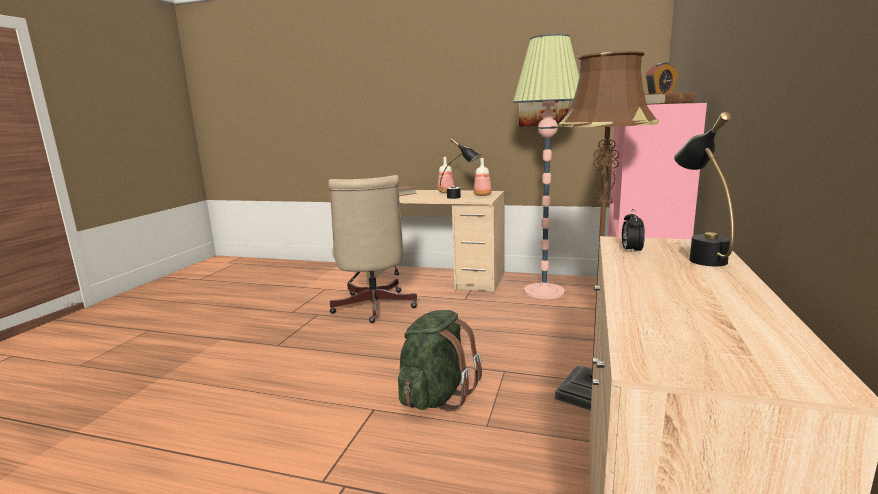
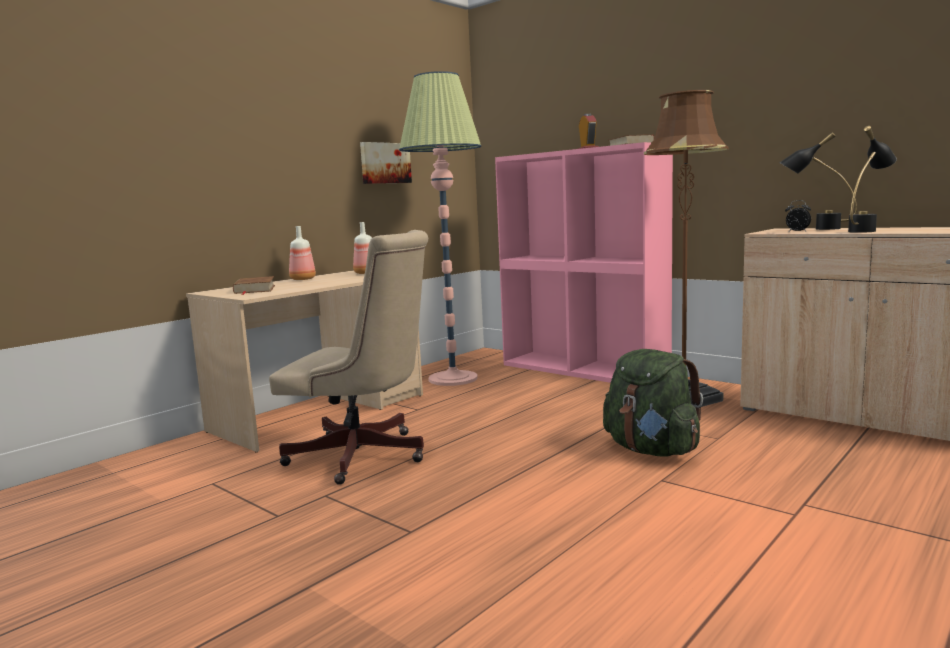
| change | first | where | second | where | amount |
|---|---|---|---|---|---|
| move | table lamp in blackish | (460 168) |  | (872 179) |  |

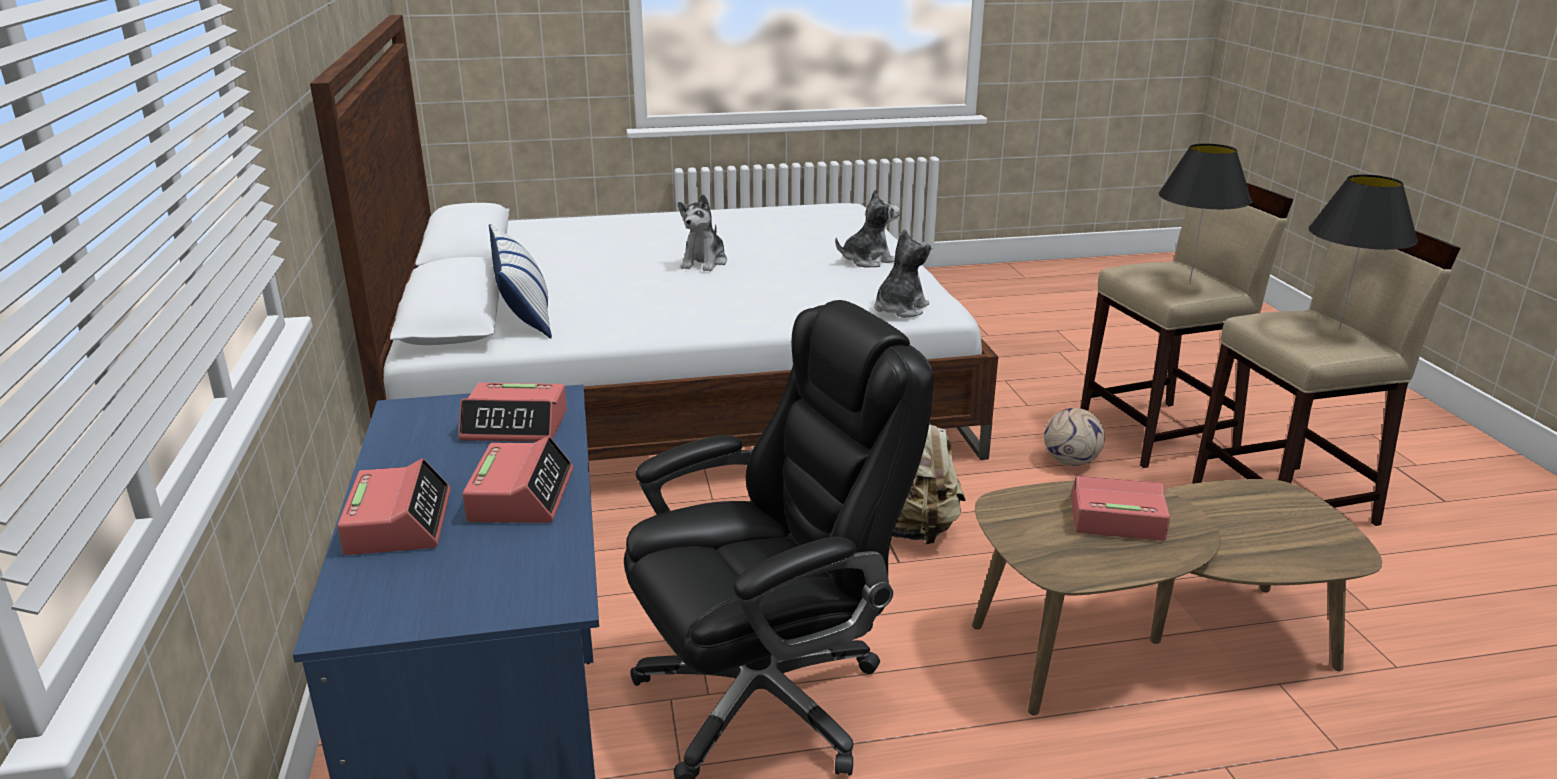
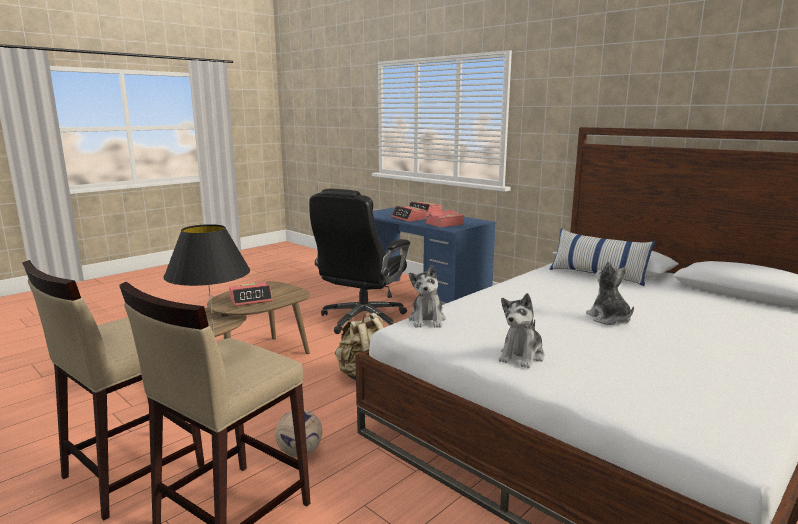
| change | first | where | second | where | amount |
|---|---|---|---|---|---|
| delete | table lamp in blackish | (1363 252) |  |  |  |

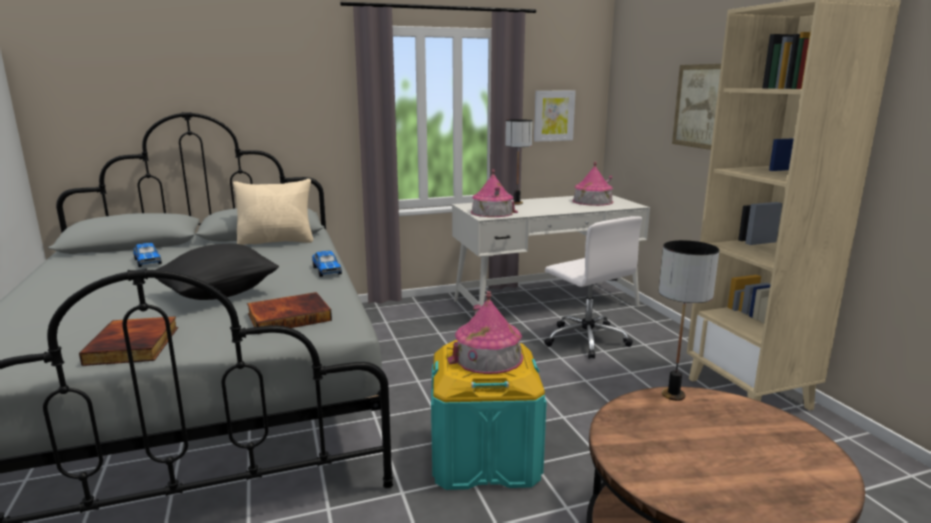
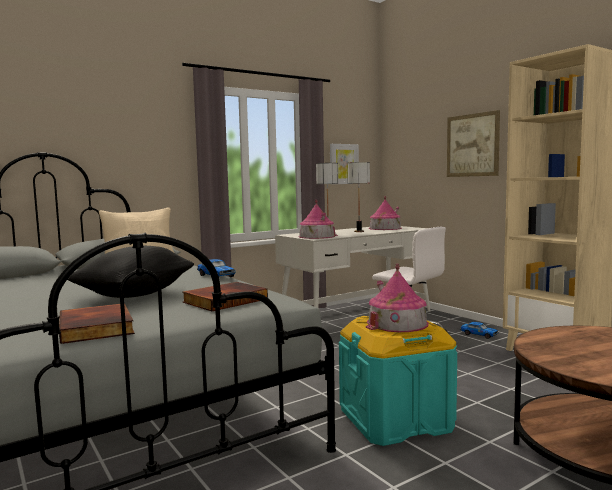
| change | first | where | second | where | amount |
|---|---|---|---|---|---|
| move | table lamp | (689 320) |  | (359 197) |  |
| move | miniature car | (147 255) |  | (479 330) |  |

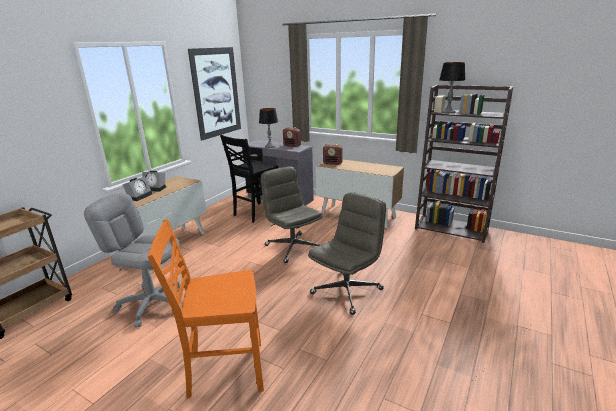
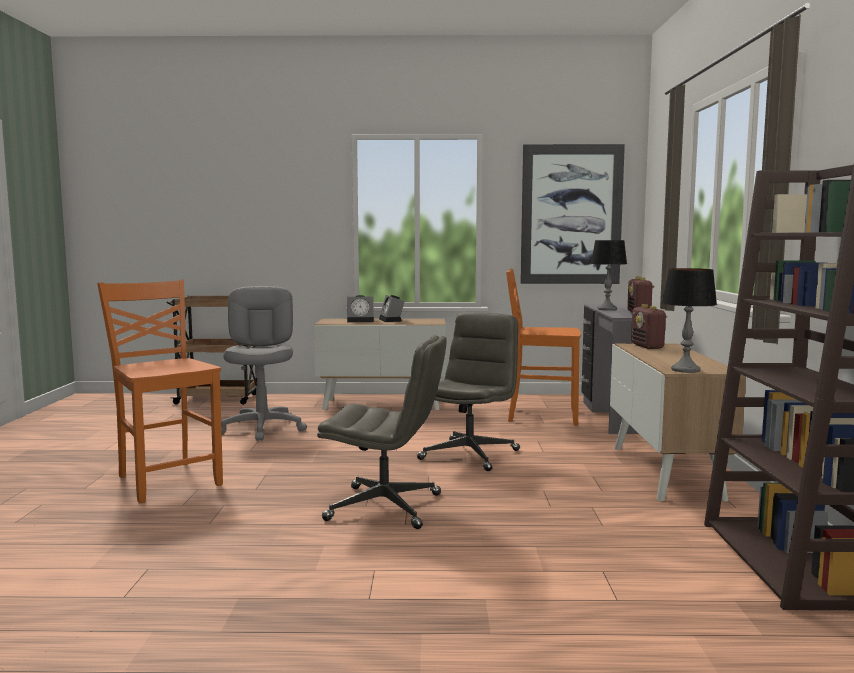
| change | first | where | second | where | amount |
|---|---|---|---|---|---|
| recolor | upright chair in blackish | (249 179) | upright chair in orange | (543 347) |  |
| move | table lamp | (452 88) |  | (689 320) |  |

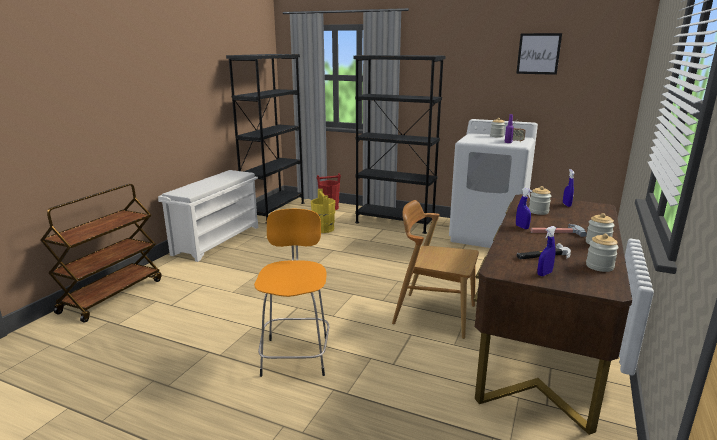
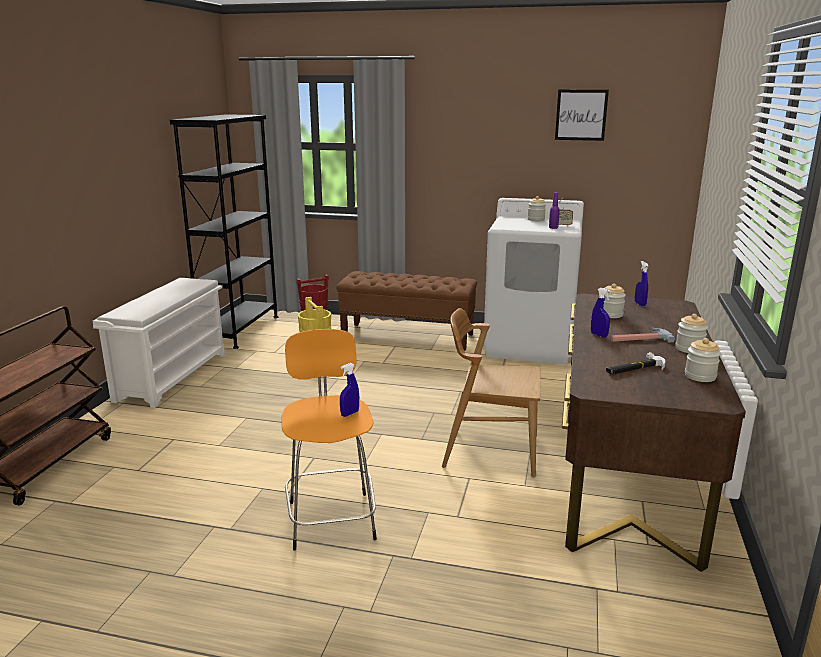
| change | first | where | second | where | amount |
|---|---|---|---|---|---|
| replace | bookcase in blackish | (399 144) | long seat in brown-coloured | (406 311) |  |
| move | hand sprayer in blue-coloured | (546 251) |  | (349 390) |  |

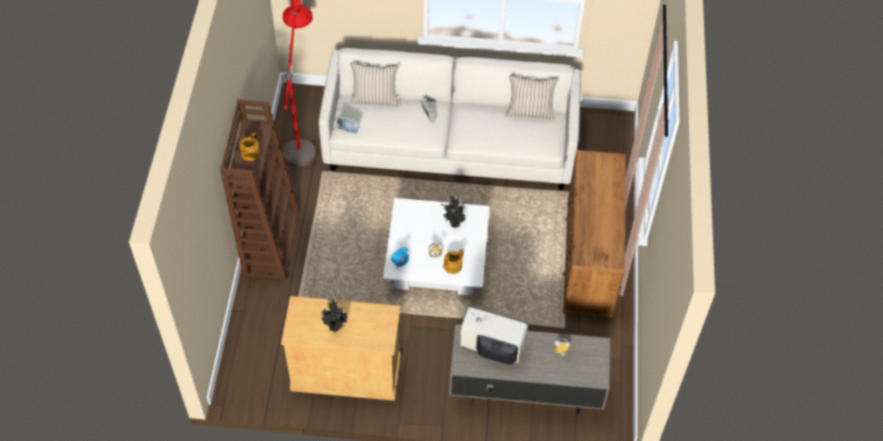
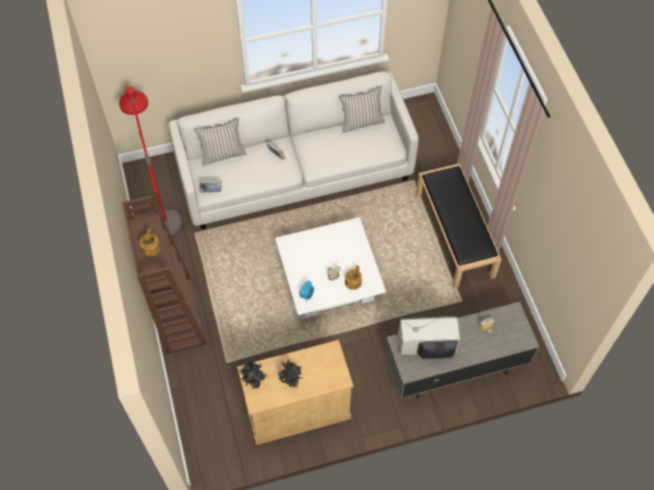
| change | first | where | second | where | amount |
|---|---|---|---|---|---|
| move | potted plant | (453 212) |  | (252 374) |  |
| replace | dresser in brown-coloured | (594 234) | long seat in blackish | (459 225) |  |

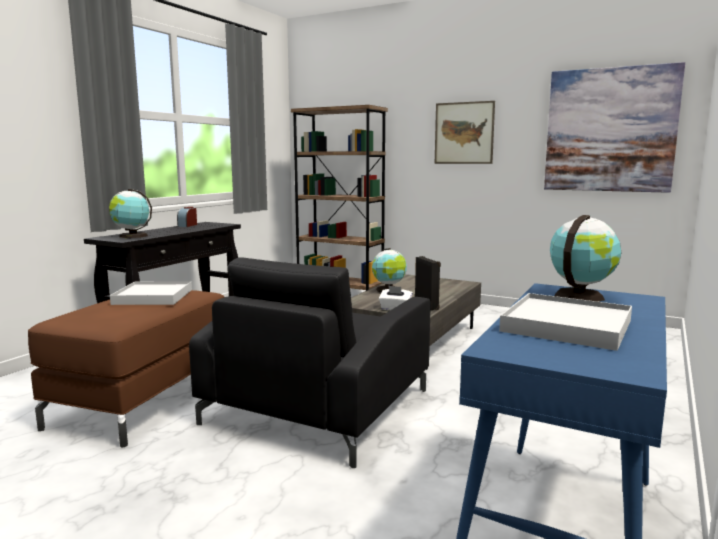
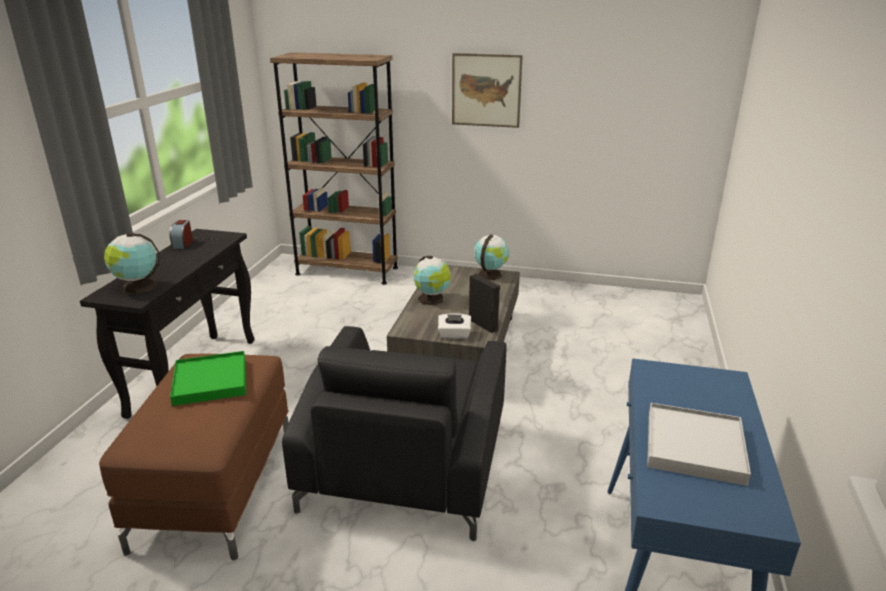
| change | first | where | second | where | amount |
|---|---|---|---|---|---|
| recolor | carrying tray in white | (151 293) | carrying tray in green-coloured | (208 378) |  |
| move | desk globe | (586 258) |  | (491 257) |  |
| delete | picture | (614 127) |  |  |  |

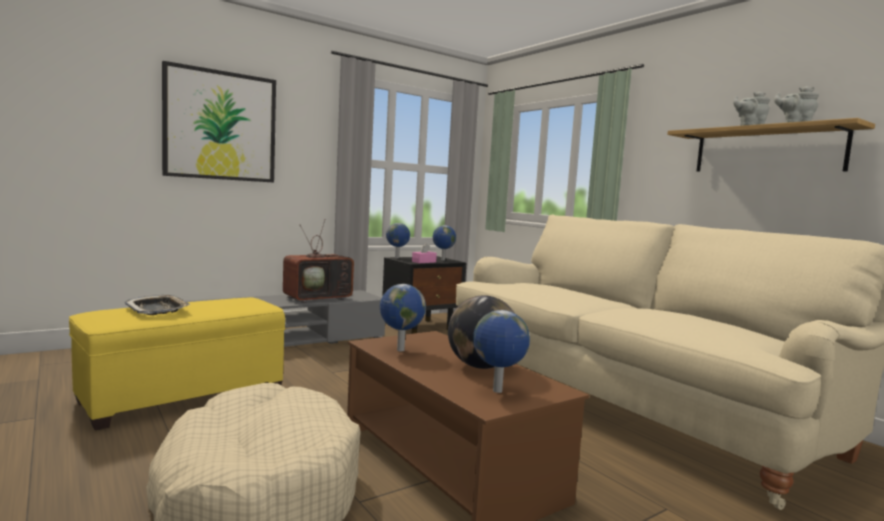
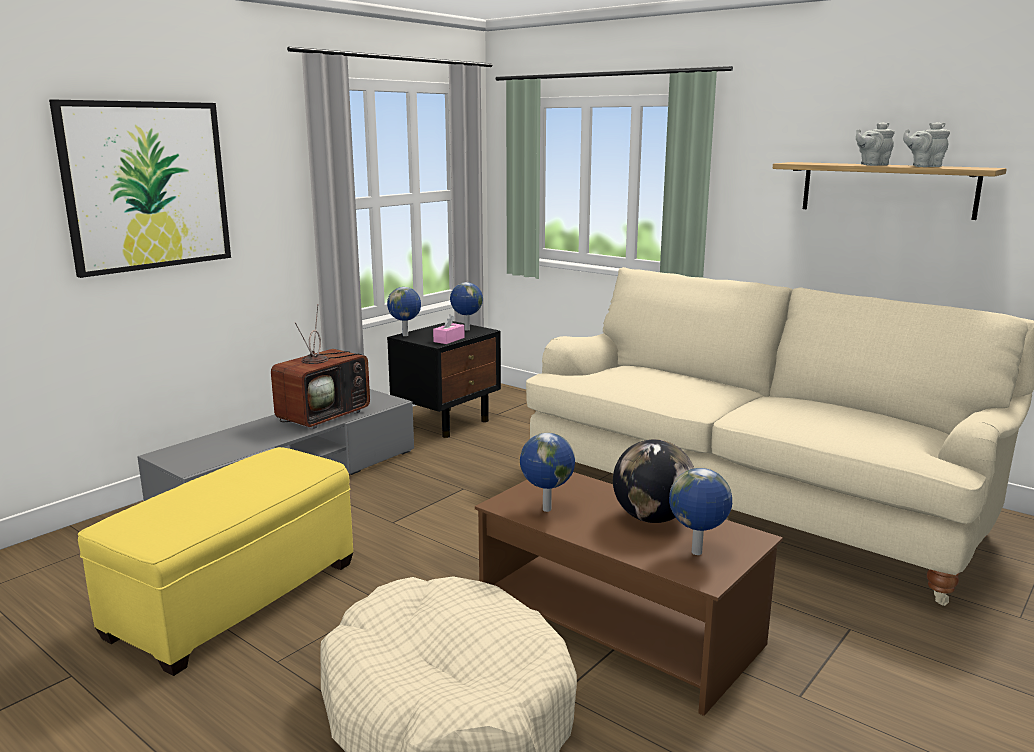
| change | first | where | second | where | amount |
|---|---|---|---|---|---|
| delete | carrying tray | (157 305) |  |  |  |

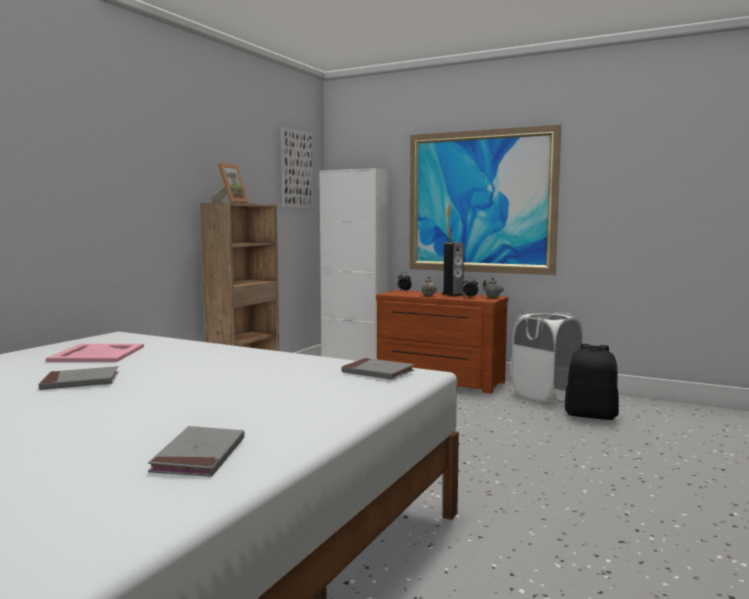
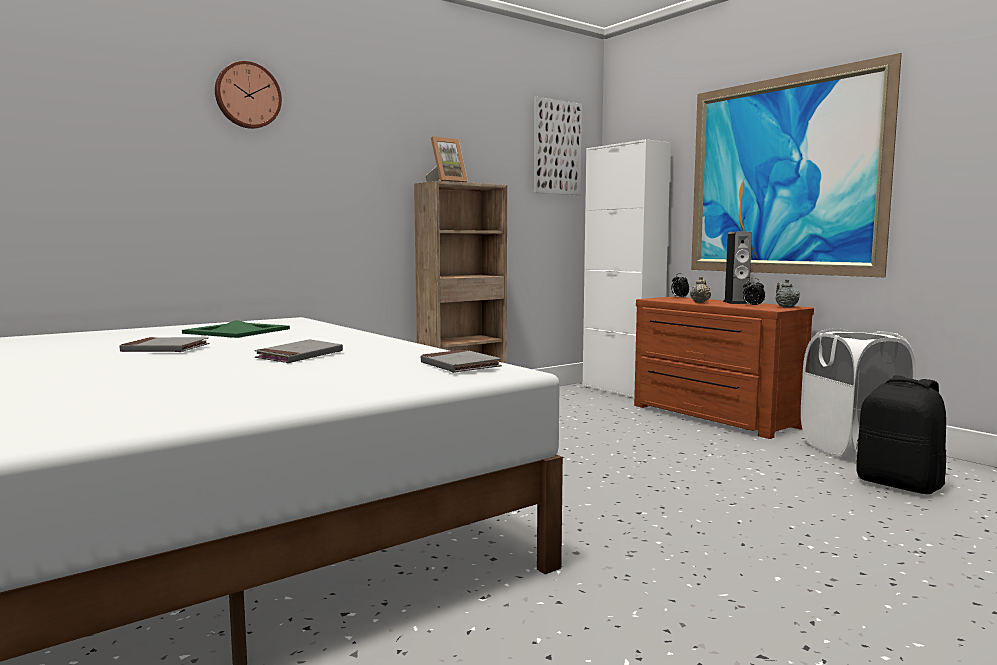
| change | first | where | second | where | amount |
|---|---|---|---|---|---|
| recolor | carrying tray in pinkish | (95 353) | carrying tray in green-coloured | (236 329) |  |
| insert |  |  | hanging clock | (248 95) |  |
| move | volume in grey | (196 451) |  | (299 351) |  |

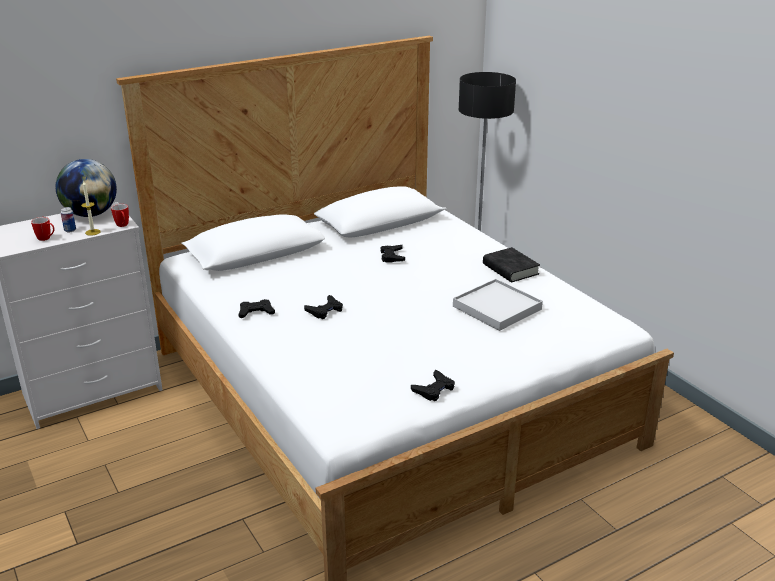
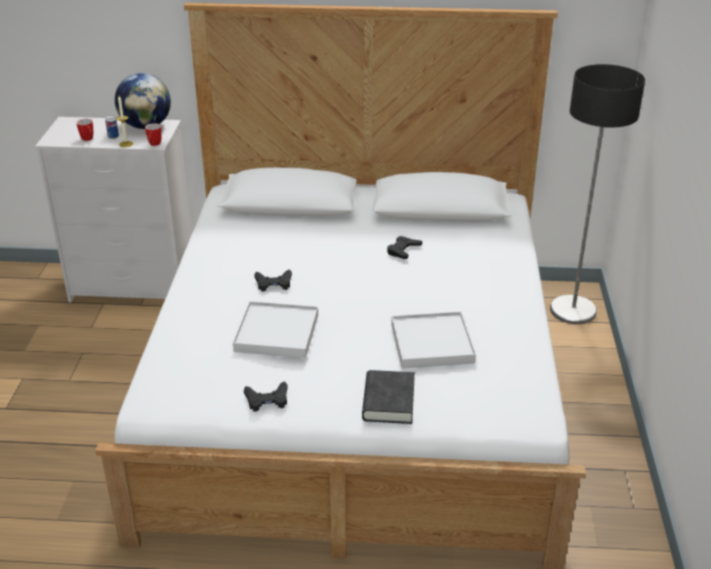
| change | first | where | second | where | amount |
|---|---|---|---|---|---|
| insert |  |  | carrying tray in white | (275 329) |  |
| move | volume in blackish | (511 264) |  | (388 397) |  |
| delete | joypad in blackish | (256 308) |  |  |  |

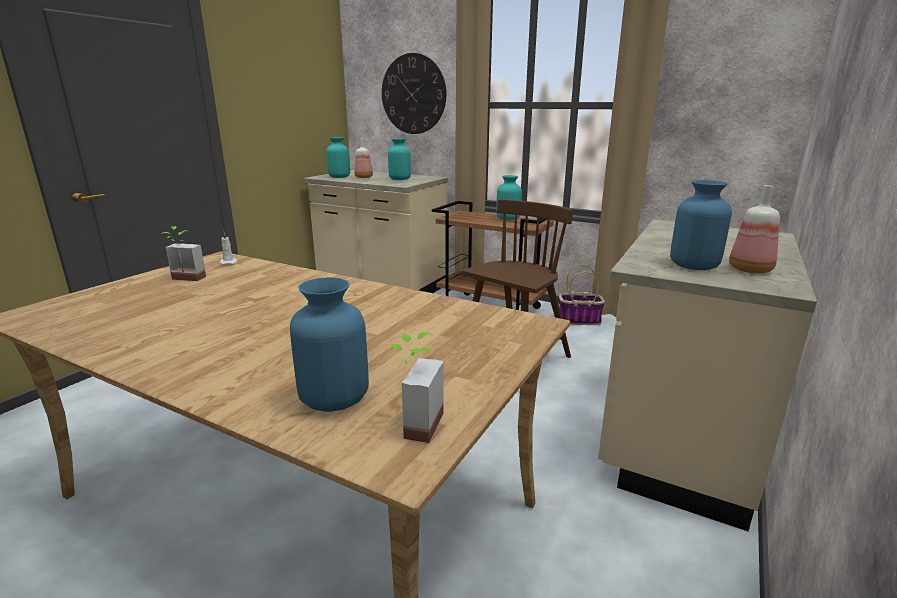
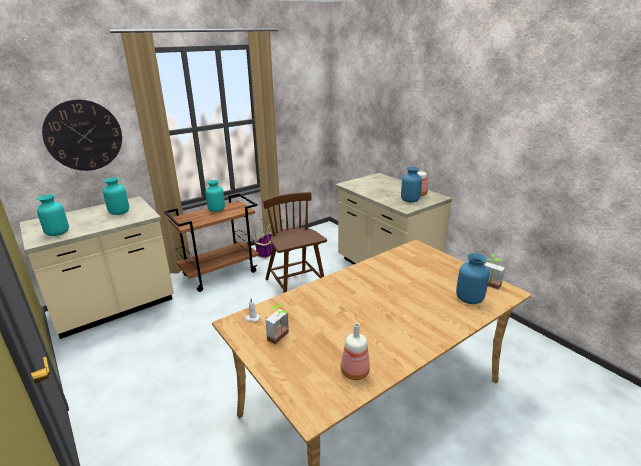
| change | first | where | second | where | amount |
|---|---|---|---|---|---|
| move | beverage bottle | (363 158) |  | (355 351) |  |

